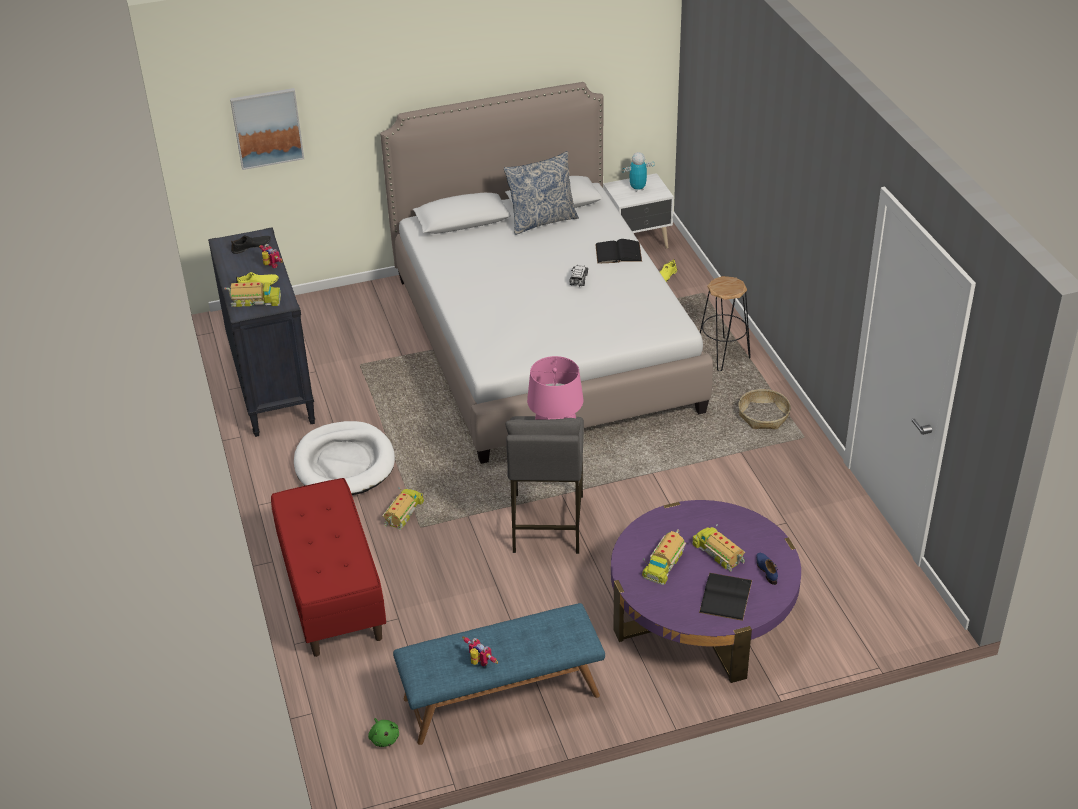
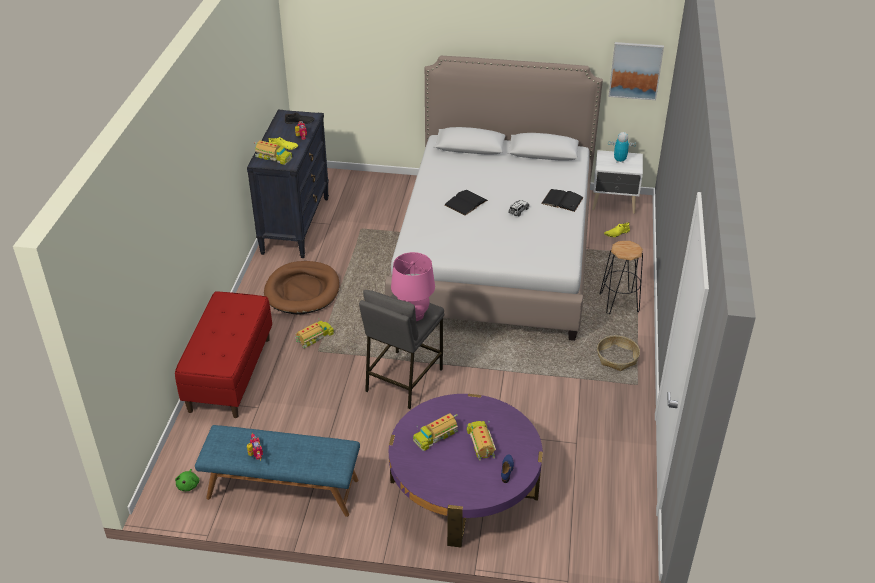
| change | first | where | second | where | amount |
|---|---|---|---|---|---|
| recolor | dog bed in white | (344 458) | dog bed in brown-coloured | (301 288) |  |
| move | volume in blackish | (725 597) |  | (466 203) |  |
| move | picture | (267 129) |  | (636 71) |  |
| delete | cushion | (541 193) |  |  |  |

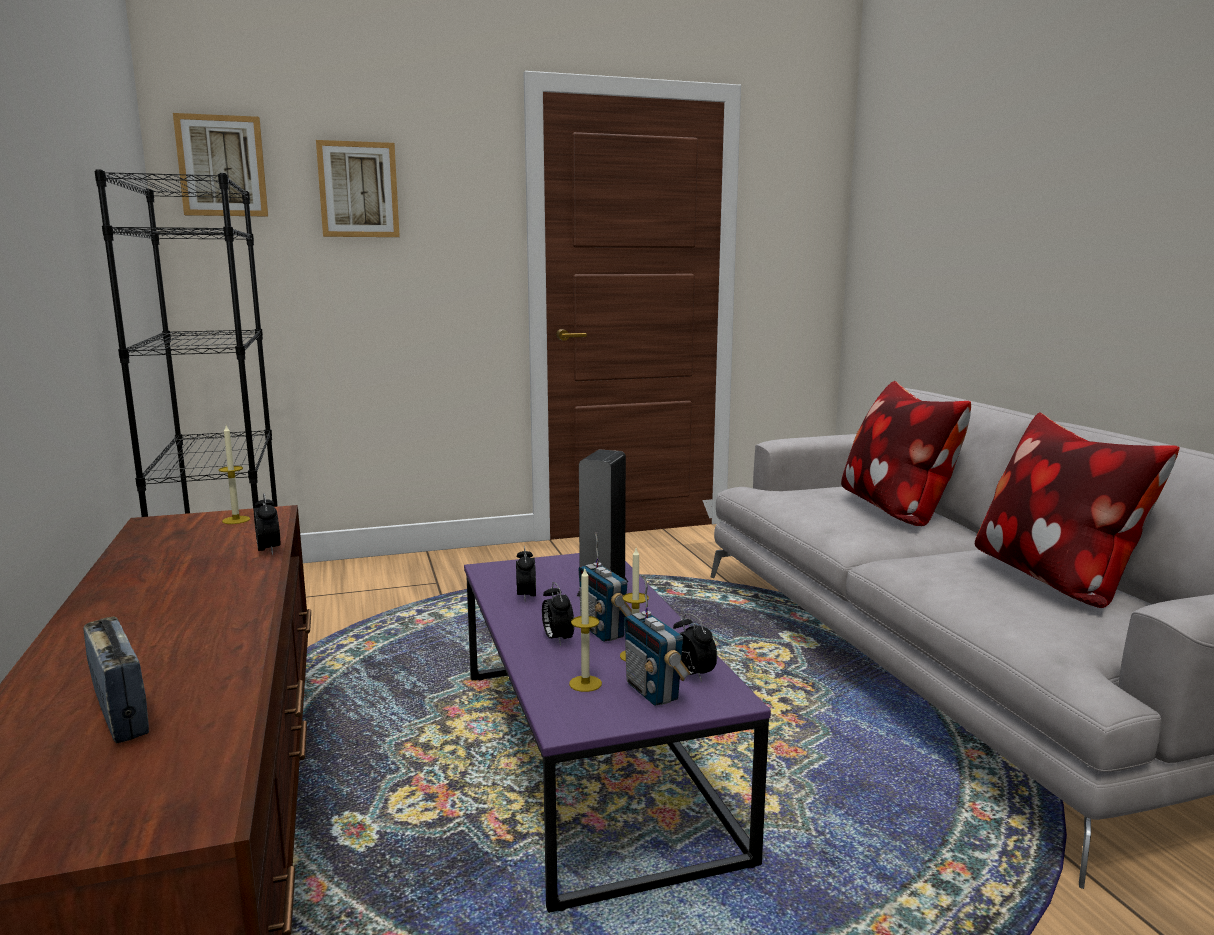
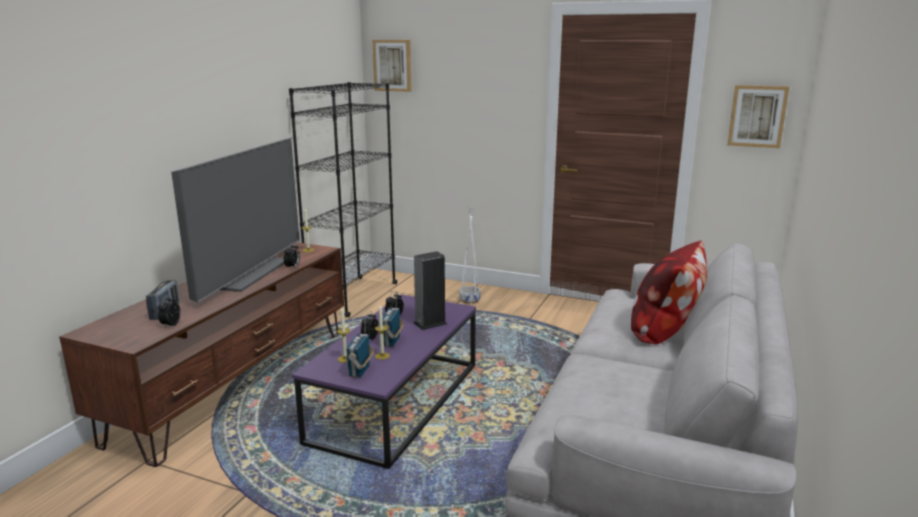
| change | first | where | second | where | amount |
|---|---|---|---|---|---|
| move | alarm clock | (695 647) |  | (169 312) |  |
| insert |  |  | TV set | (235 220) |  |
| insert |  |  | planter in white | (470 255) |  |
| move | picture | (358 188) |  | (758 116) |  |
| delete | cushion | (1077 510) |  |  |  |

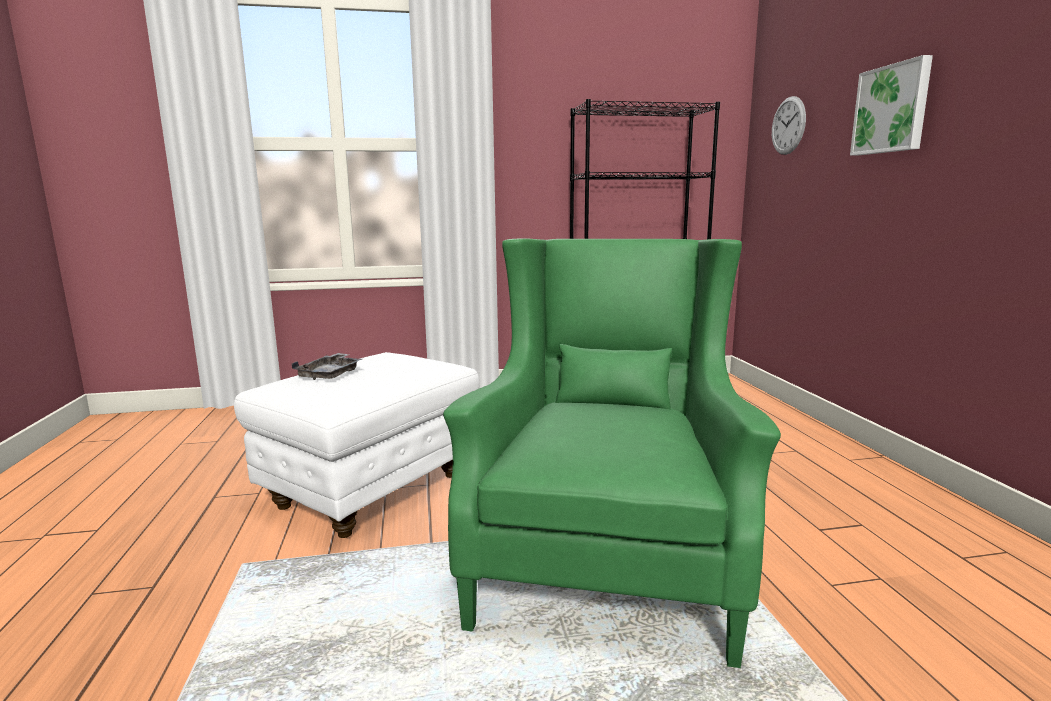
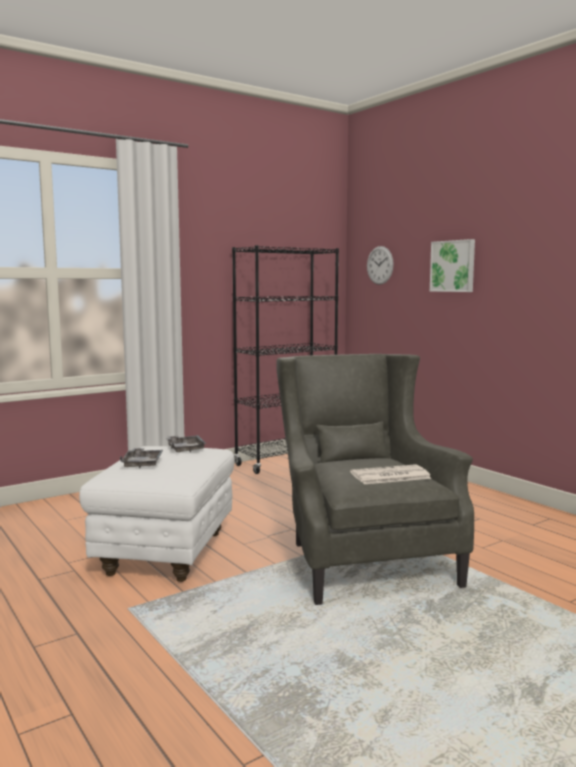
| change | first | where | second | where | amount |
|---|---|---|---|---|---|
| insert |  |  | carrying tray in grey | (187 443) |  |
| recolor | armchair in green-coloured | (612 453) | armchair in grey | (375 479) |  |
| insert |  |  | daily paper | (391 474) |  |

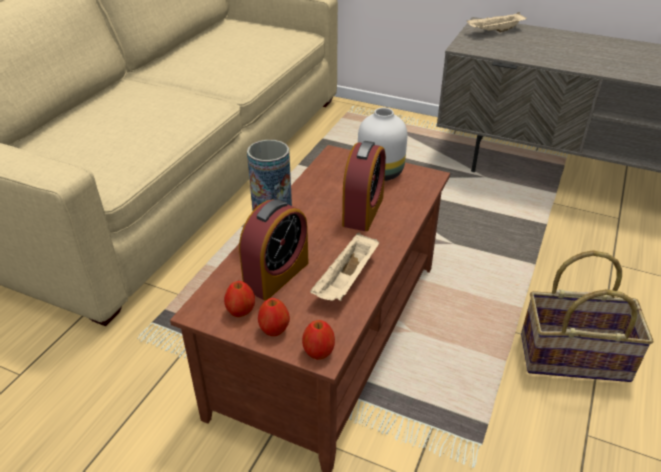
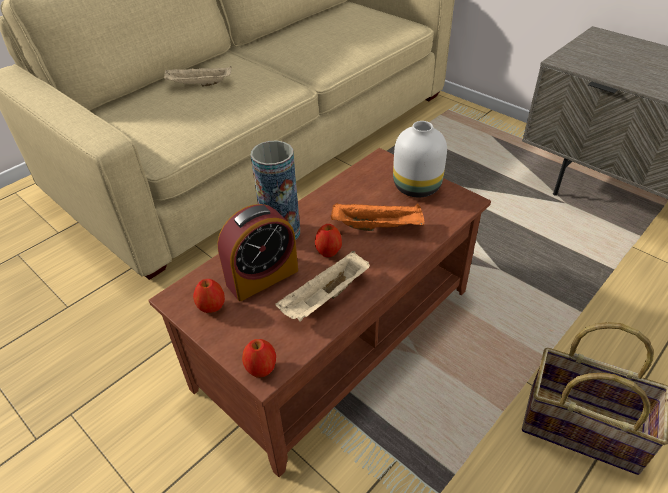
| change | first | where | second | where | amount |
|---|---|---|---|---|---|
| move | carrying tray in beige-coloured | (497 22) |  | (198 76) |  |
| move | whole apple | (274 317) |  | (328 240) |  |
| replace | alarm clock | (364 186) | carrying tray in orange | (378 217) |  |

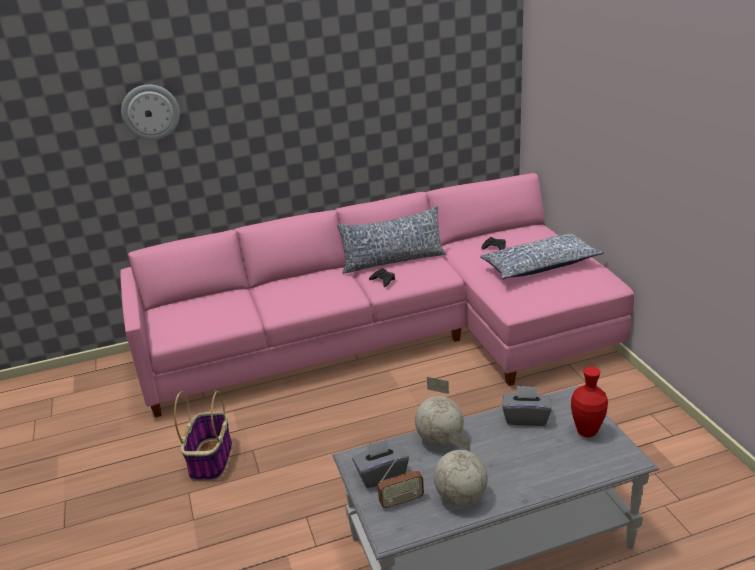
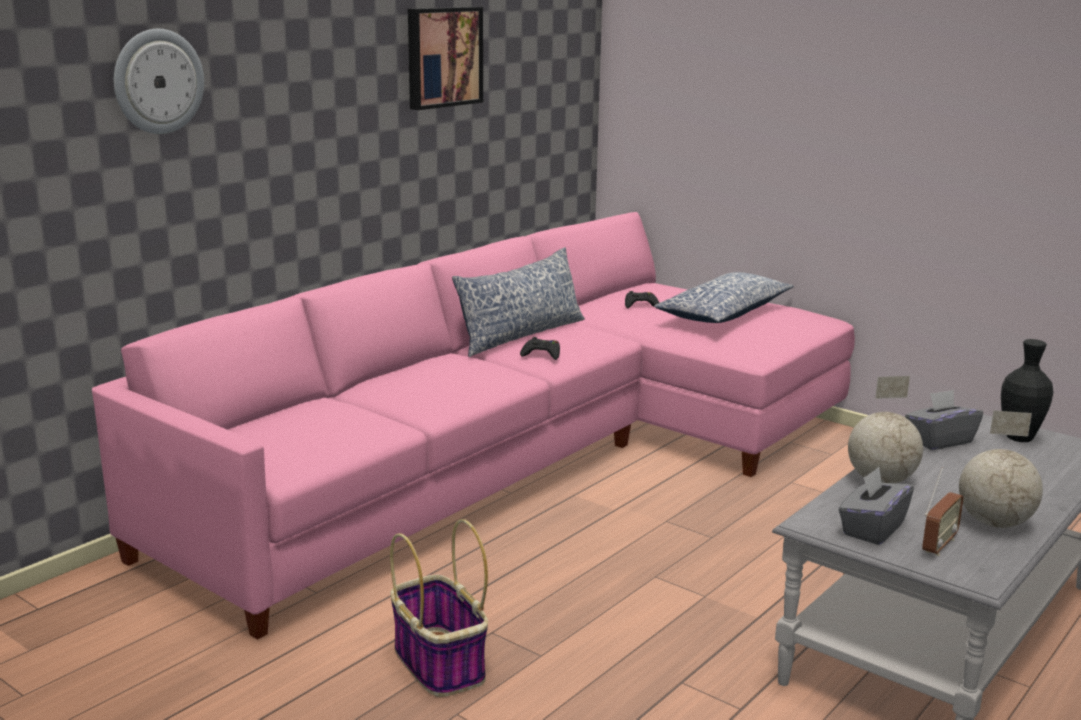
| change | first | where | second | where | amount |
|---|---|---|---|---|---|
| insert |  |  | picture | (445 58) |  |
| recolor | decorative vase in red | (589 402) | decorative vase in blackish | (1027 390) |  |

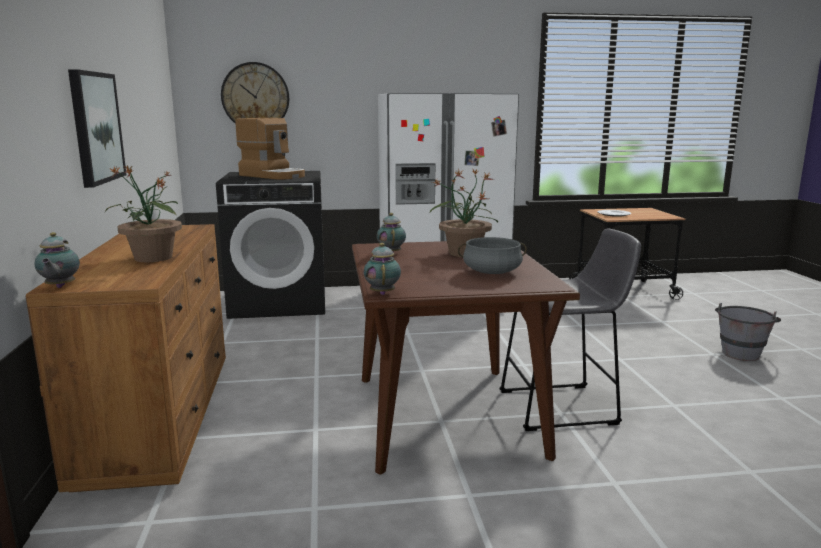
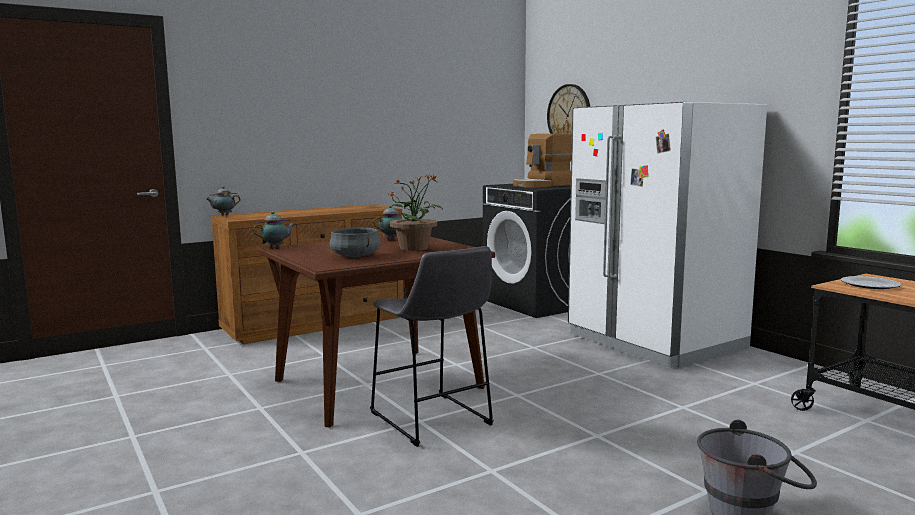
| change | first | where | second | where | amount |
|---|---|---|---|---|---|
| rotate | coffee brewer | (270 149) |  | (542 161) | 45 degrees clockwise |
| delete | picture | (97 128) |  |  |  |
| delete | potted plant | (143 213) |  |  |  |

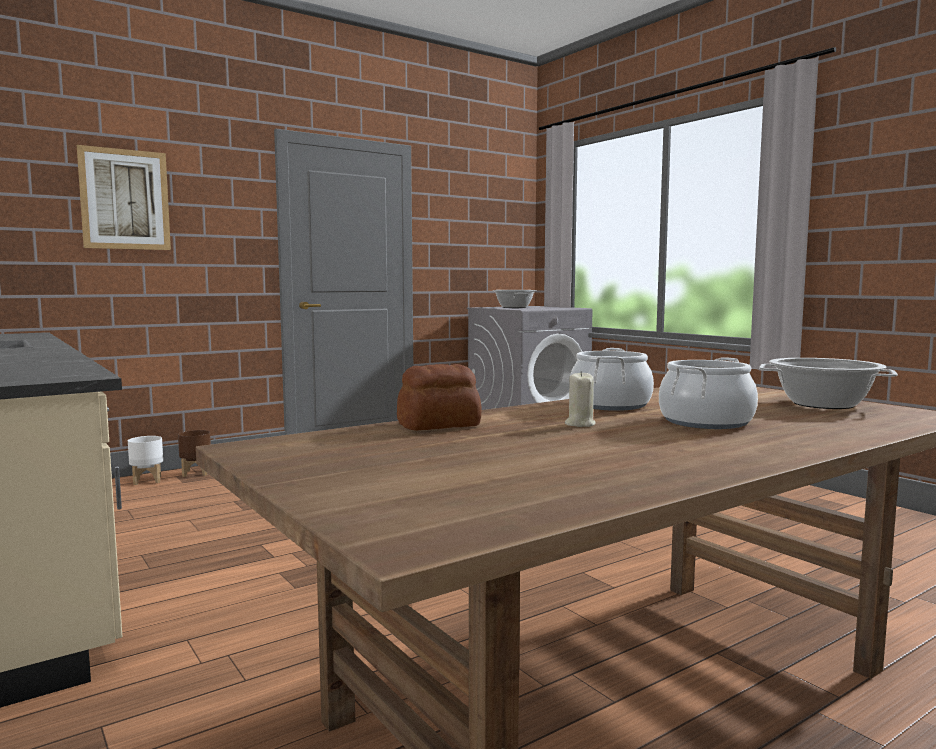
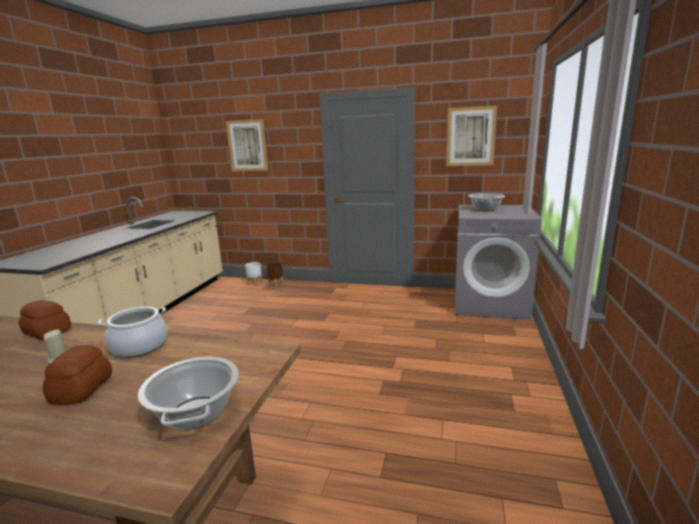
| change | first | where | second | where | amount |
|---|---|---|---|---|---|
| replace | saucepot | (708 393) | baked bread | (77 375) |  |
| insert |  |  | picture | (471 136) |  |

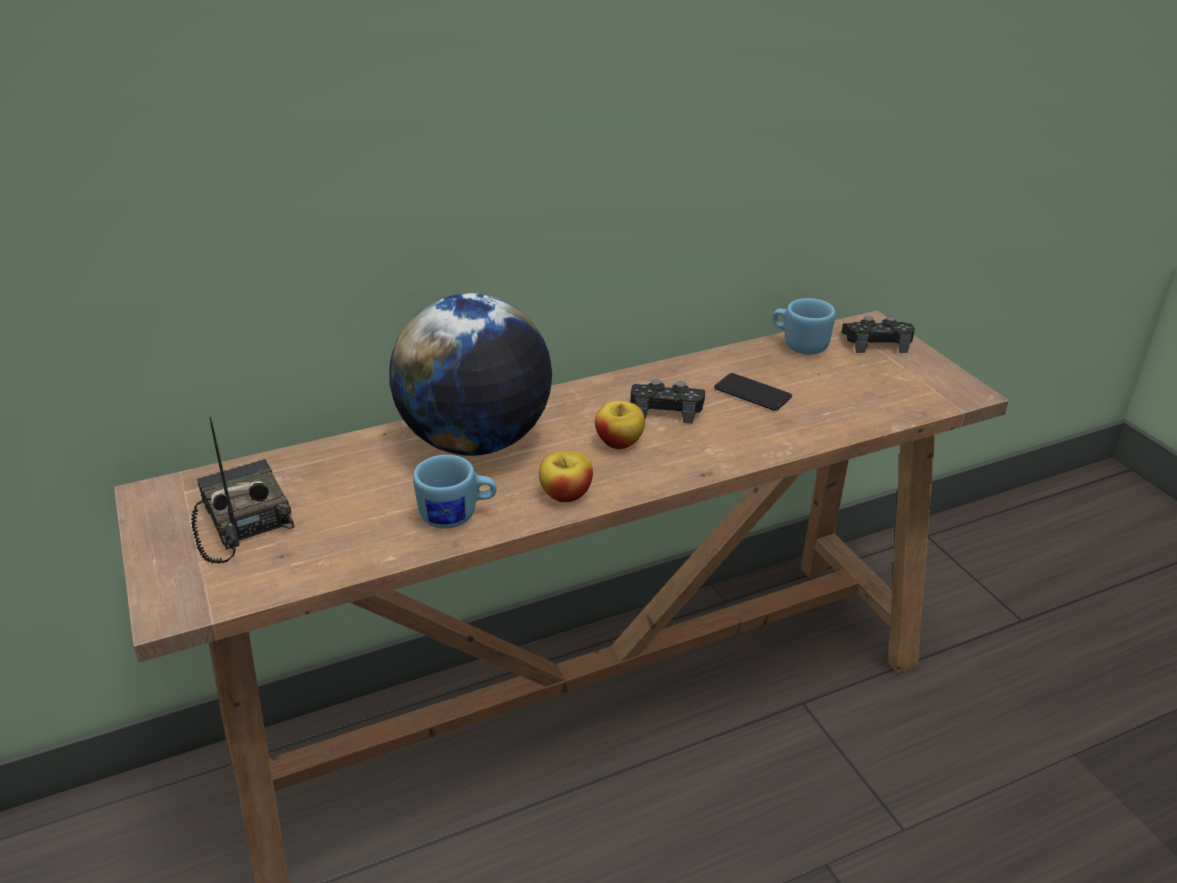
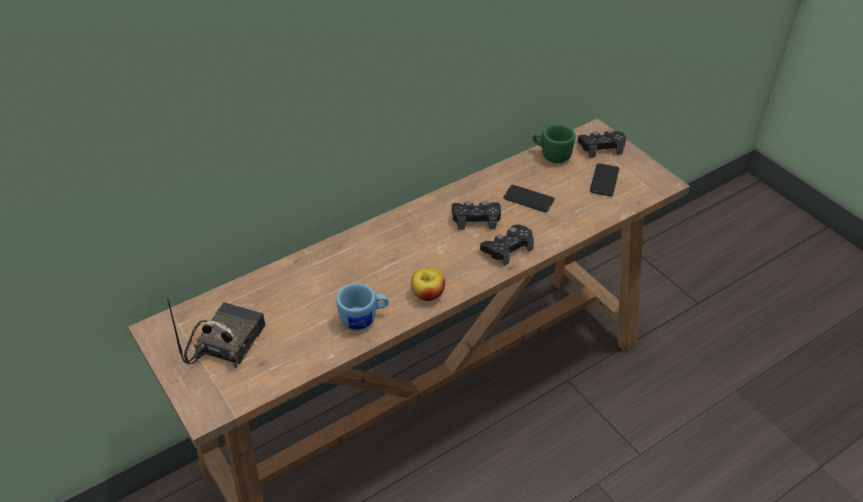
| change | first | where | second | where | amount |
|---|---|---|---|---|---|
| rotate | radio set | (243 490) |  | (216 333) | 60 degrees clockwise |
| insert |  |  | joypad in blackish | (507 245) |  |
| recolor | mug in blue-coloured | (804 326) | mug in green-coloured | (554 143) |  |
| insert |  |  | telephone | (604 179) |  |
| delete | desk globe | (470 374) |  |  |  |
| delete | whole apple | (620 425) |  |  |  |

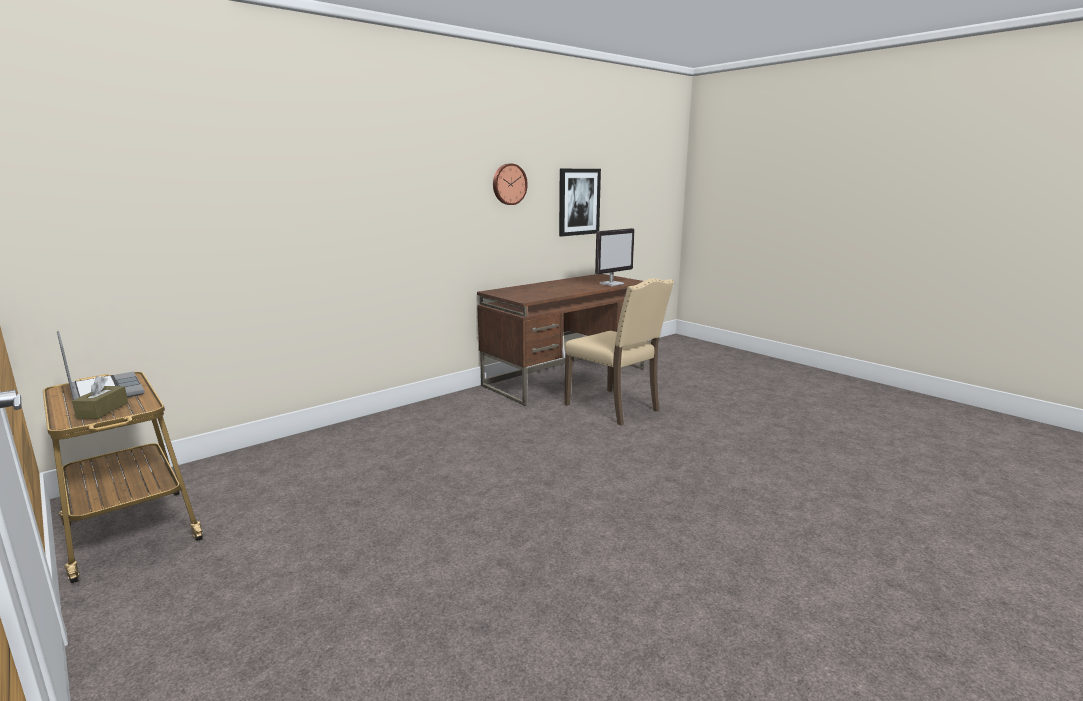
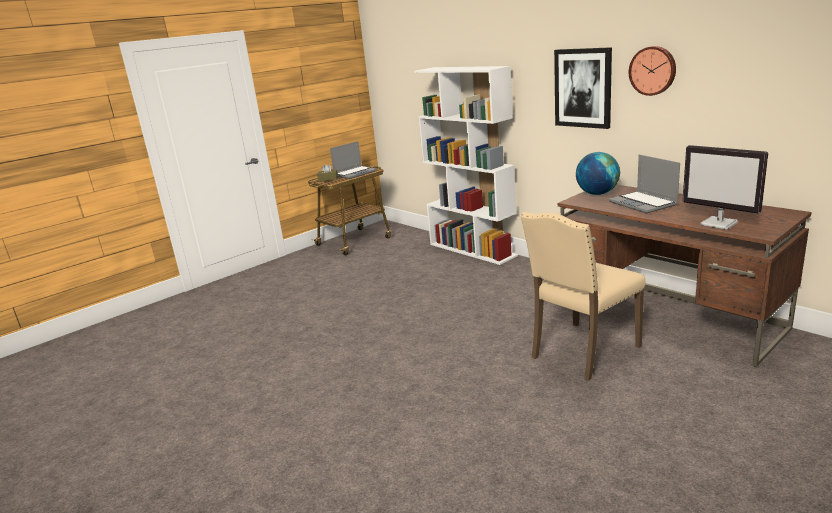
| change | first | where | second | where | amount |
|---|---|---|---|---|---|
| insert |  |  | bookcase in white | (466 165) |  |
| move | picture | (580 202) |  | (583 88) |  |
| insert |  |  | desk globe | (598 173) |  |
| insert |  |  | notebook computer | (644 184) |  |

